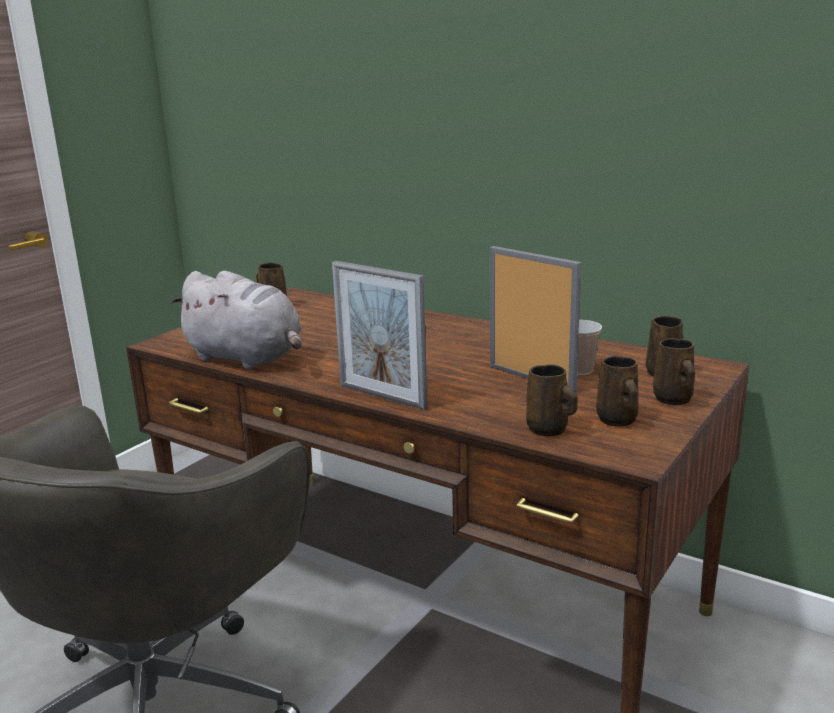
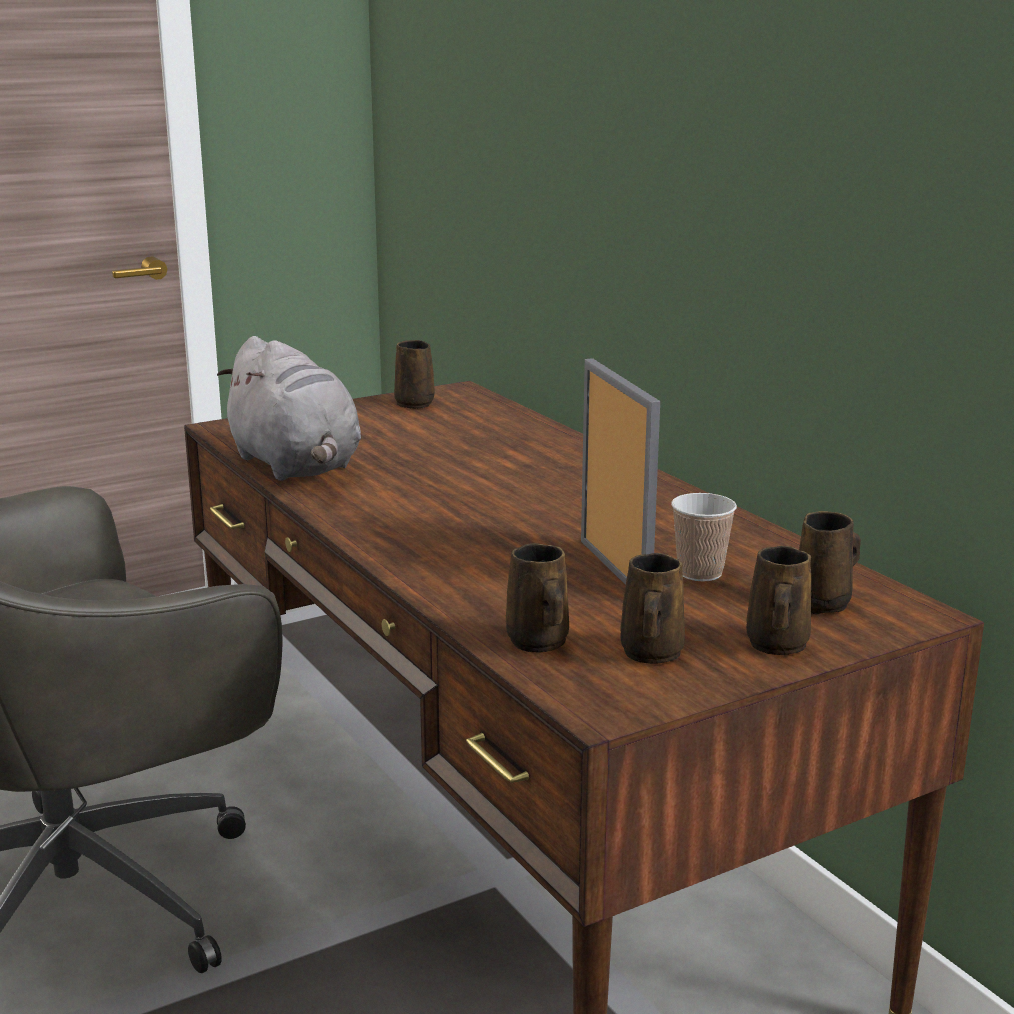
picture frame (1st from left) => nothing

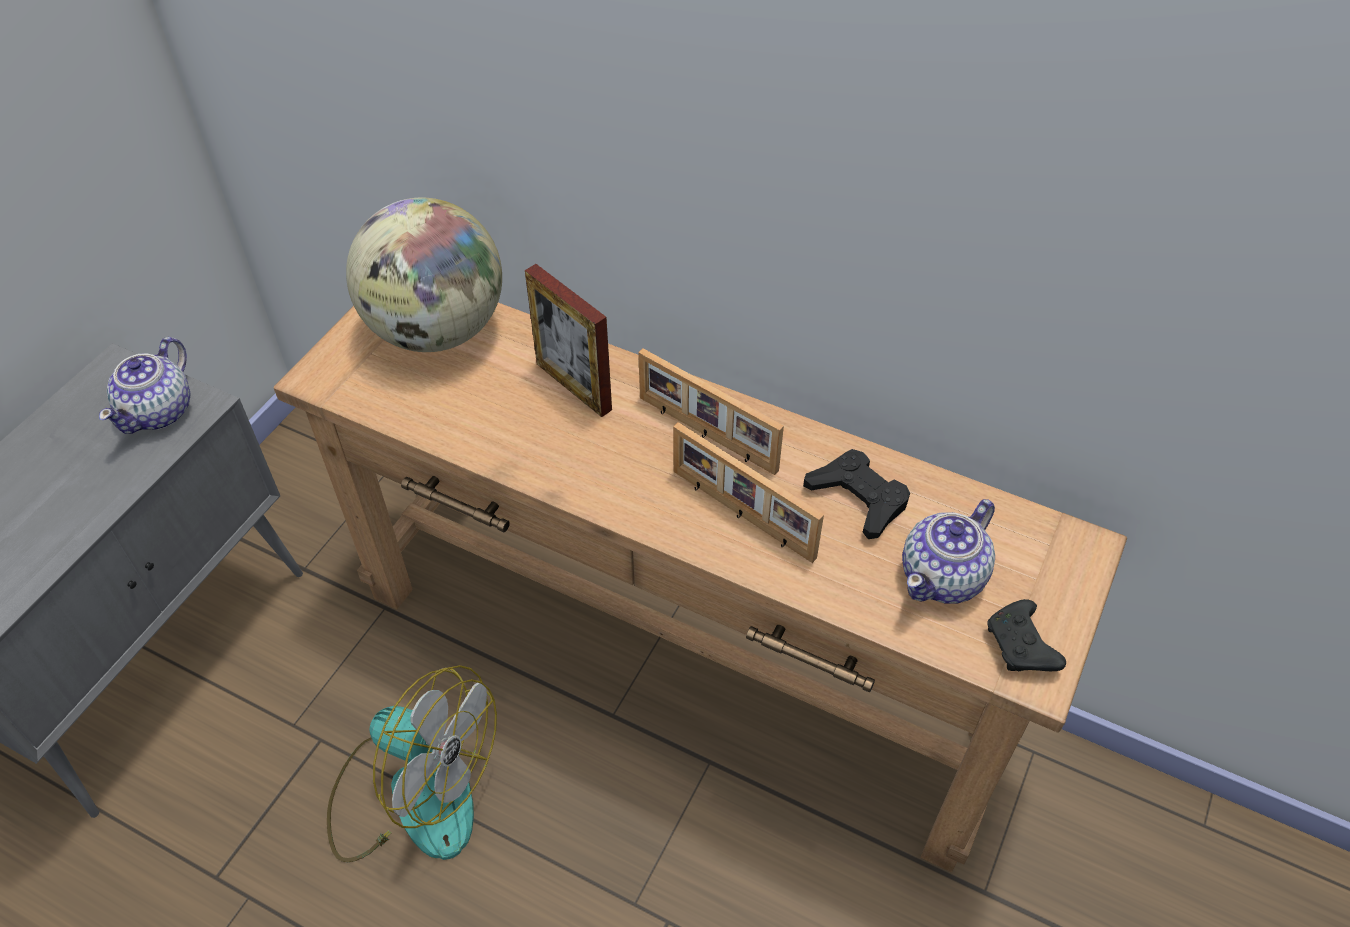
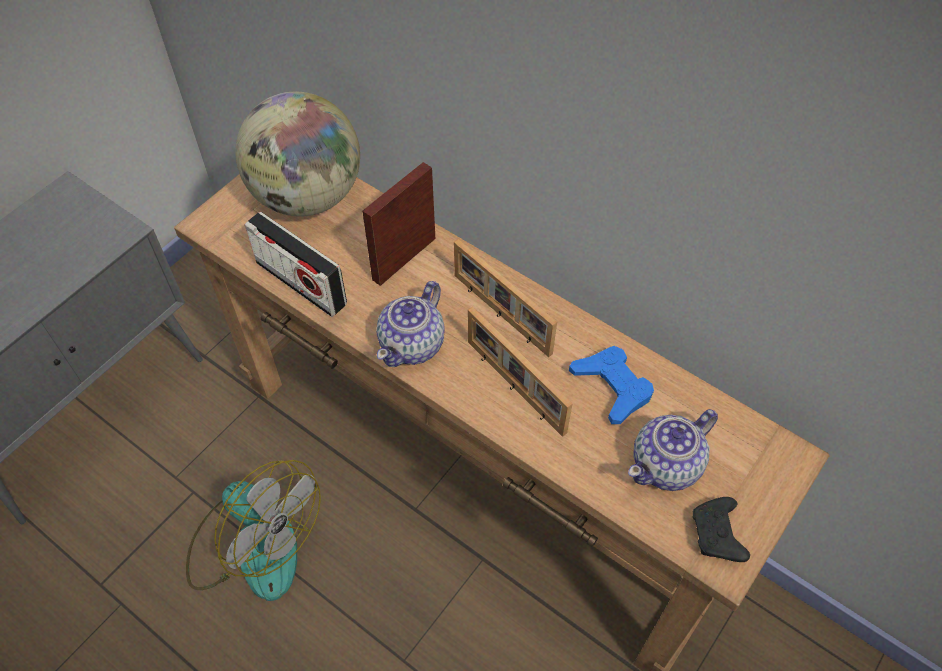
teapot (1st from left), moved
picture frame (1st from left), 75 degrees clockwise
game controller/black (1st from left) => game controller/blue
nothing => radio

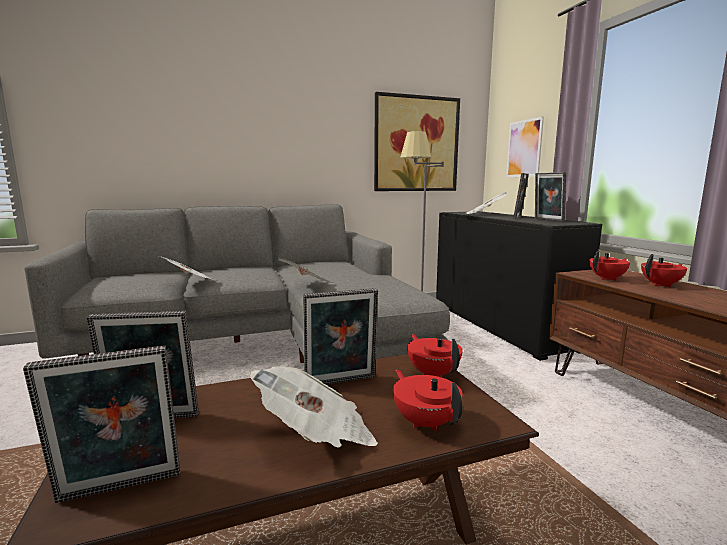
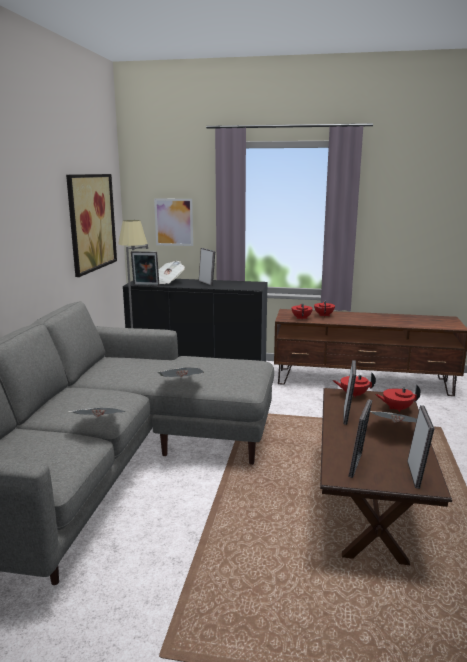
picture frame (5th from left in the first image) => picture frame (1st from left), moved

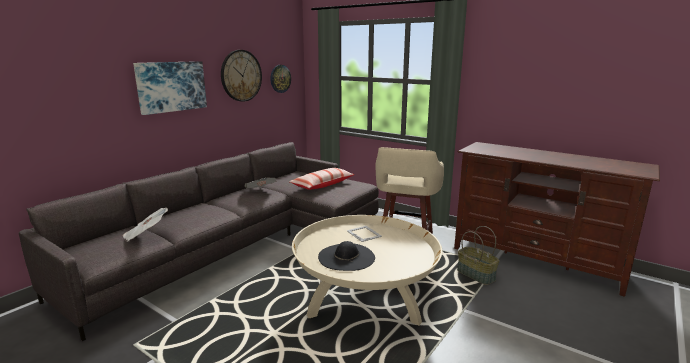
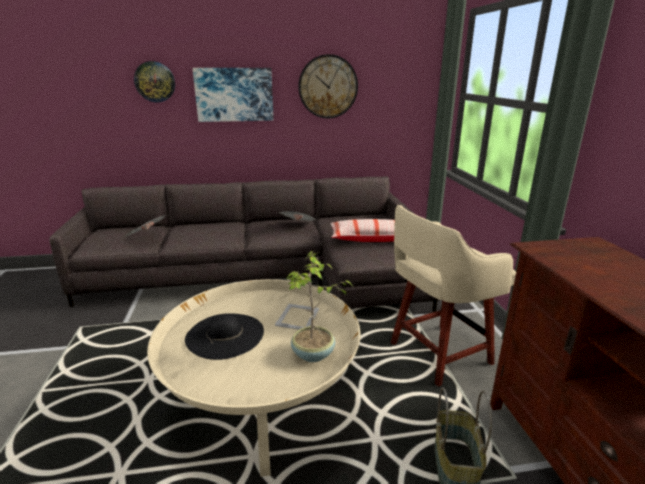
wall clock (2nd from left in the first image) => wall clock (1st from left), moved
nothing => potted plant

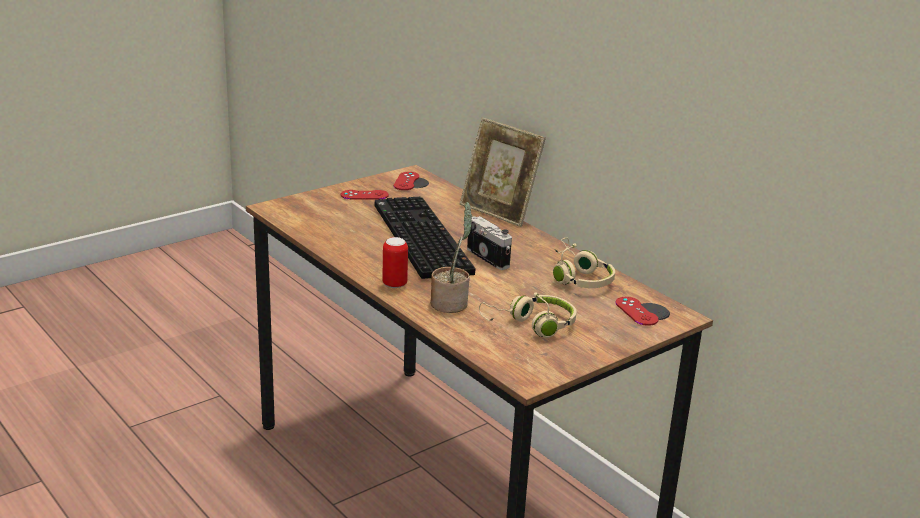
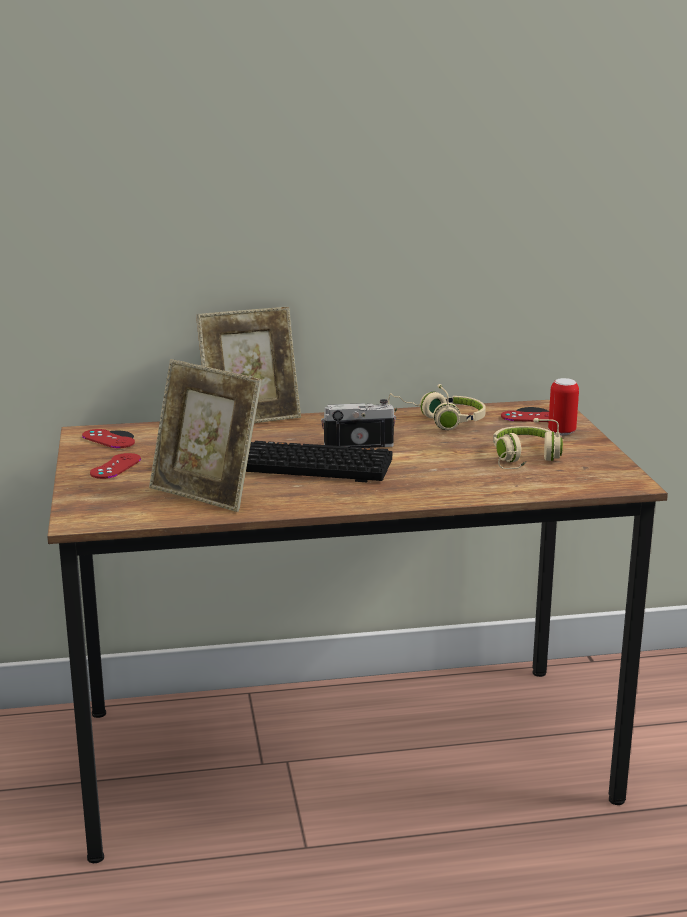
can, moved
potted plant => nothing
nothing => picture frame (1st from left)

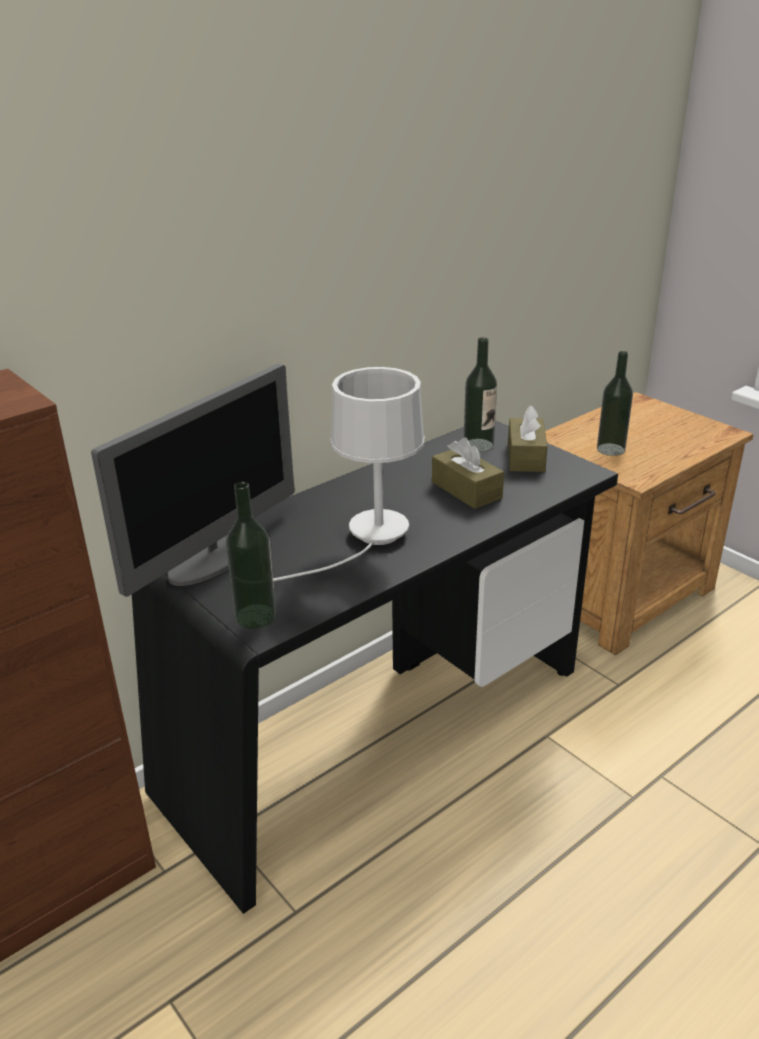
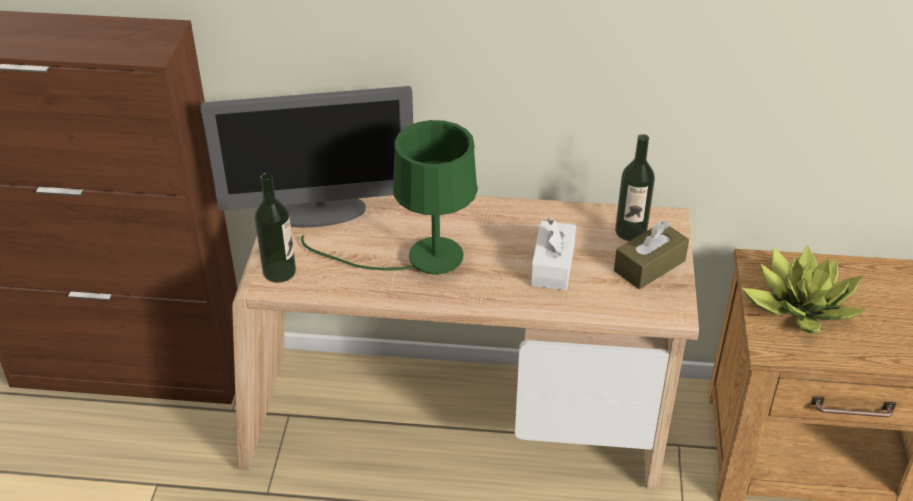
desk/black => desk/beige
table lamp/white => table lamp/green
tissue box/brown (1st from left) => tissue box/white
bottle (3rd from left) => potted plant

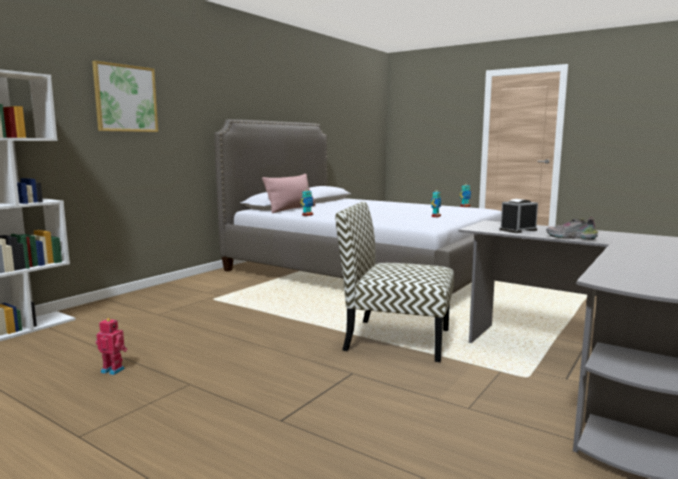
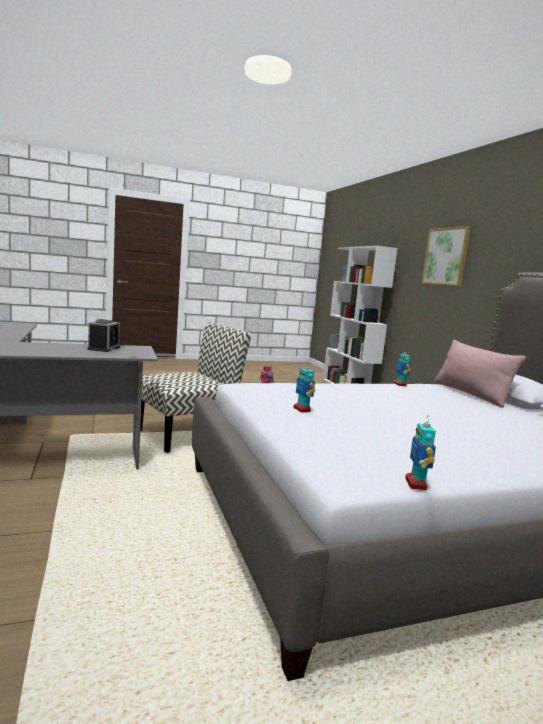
shoe => nothing

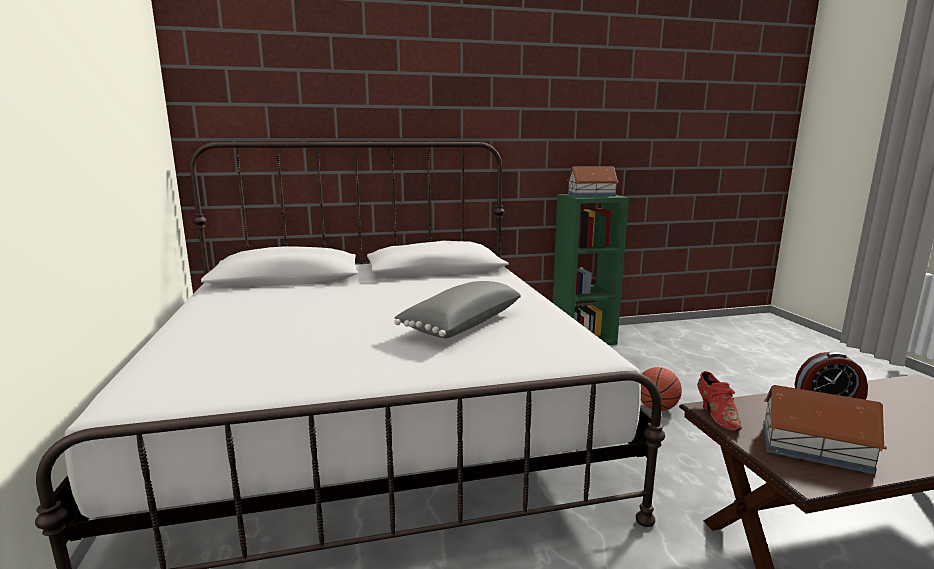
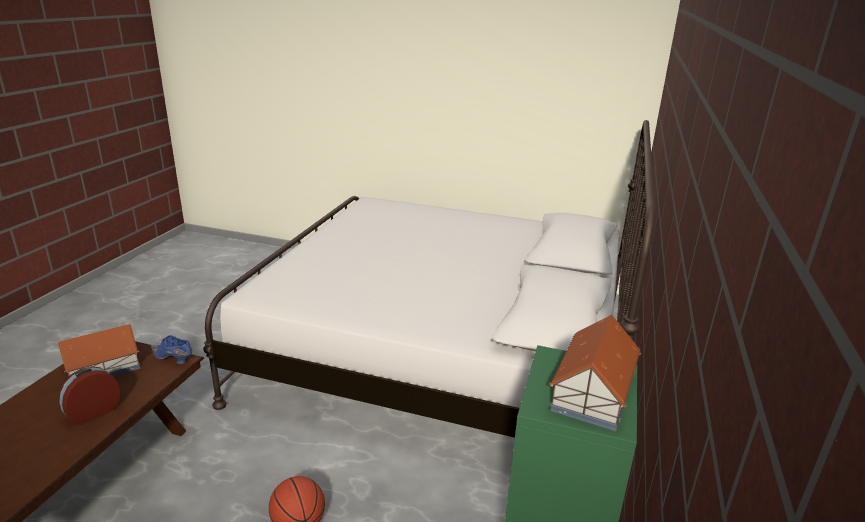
pillow/grey => nothing
shoe/red => shoe/blue

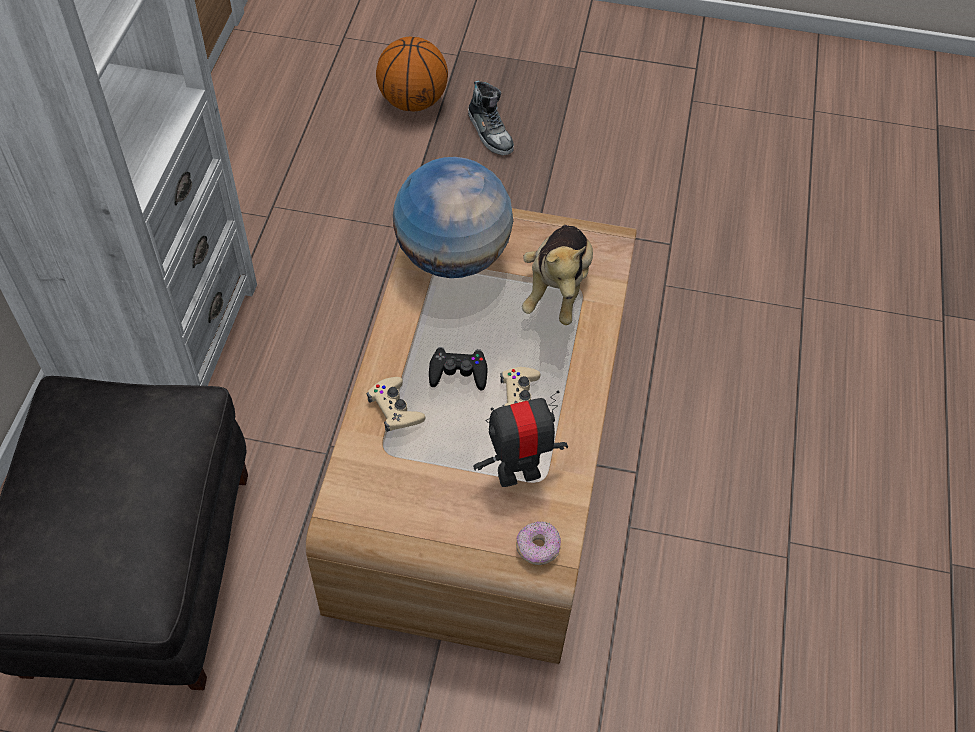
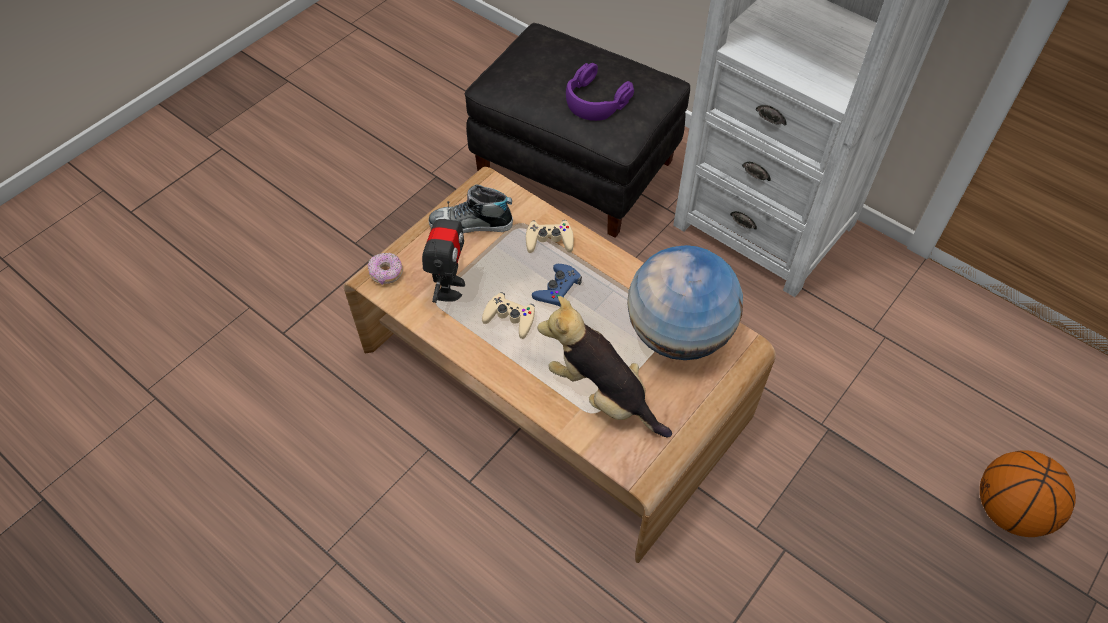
game controller/black => game controller/blue
shoe, moved
nothing => headphones/purple

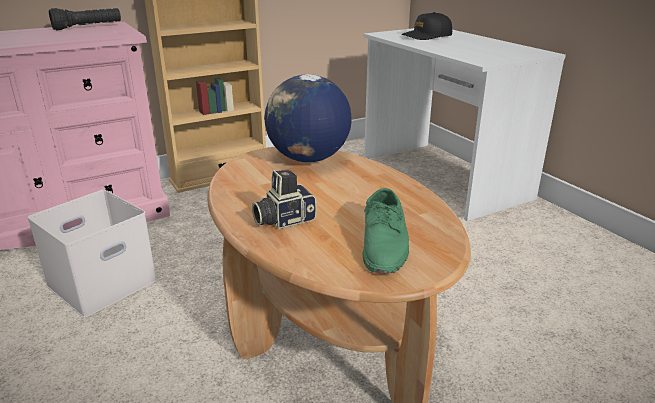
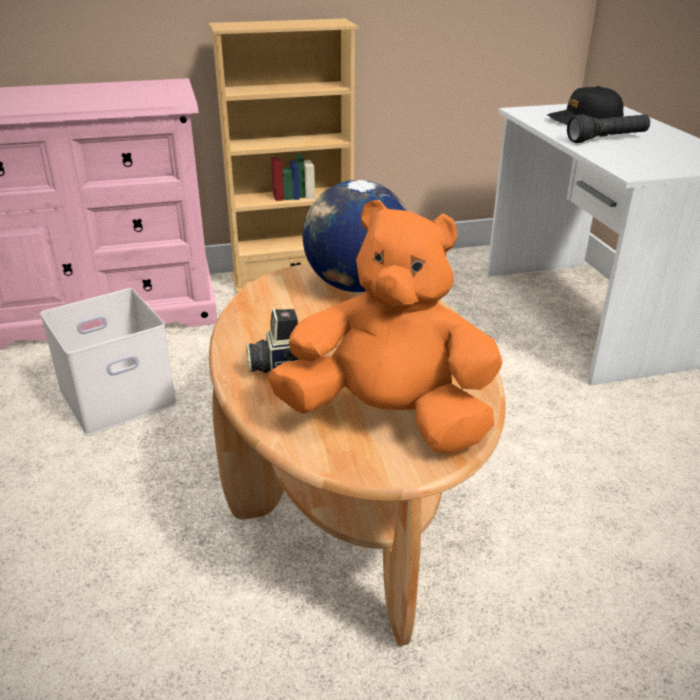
flashlight/black, moved
shoe/green => plush toy/orange

